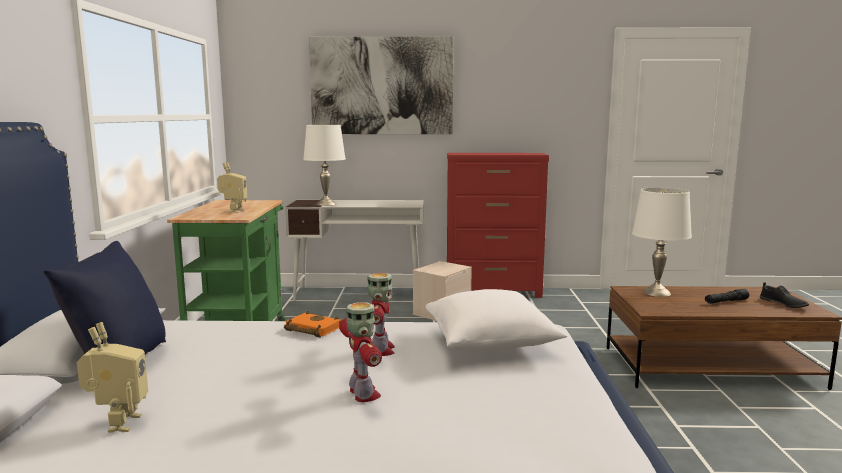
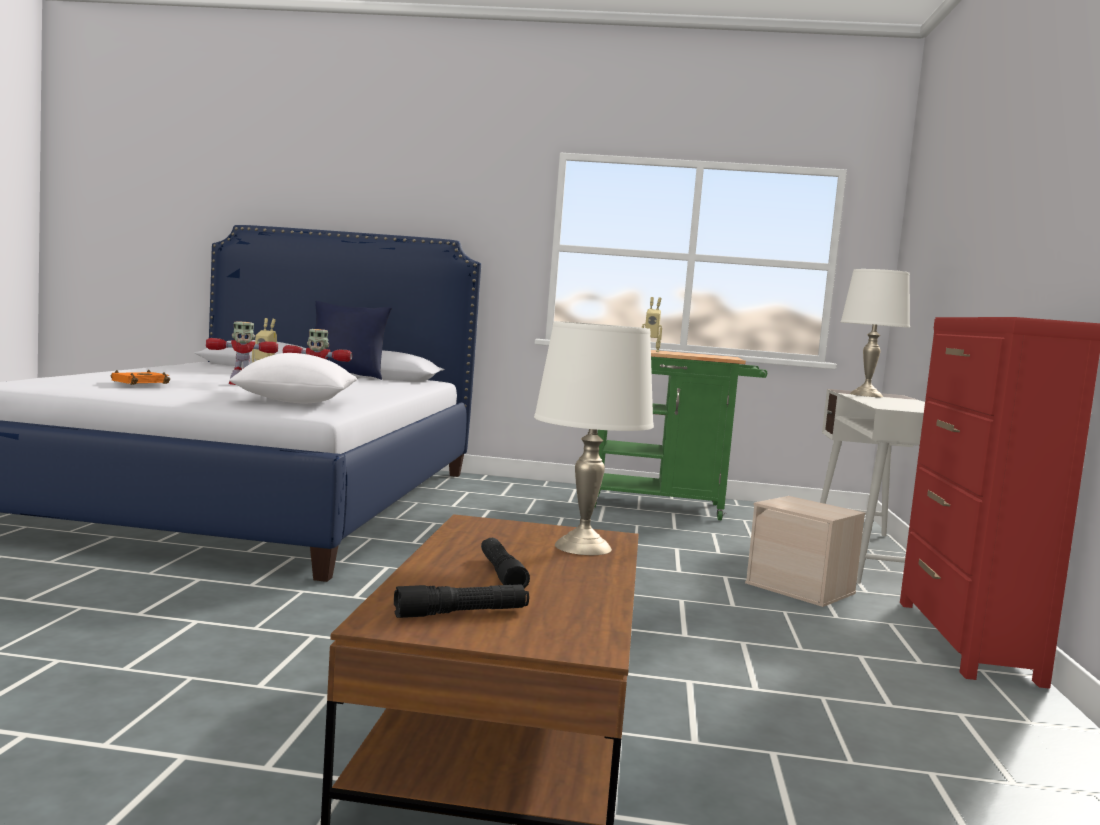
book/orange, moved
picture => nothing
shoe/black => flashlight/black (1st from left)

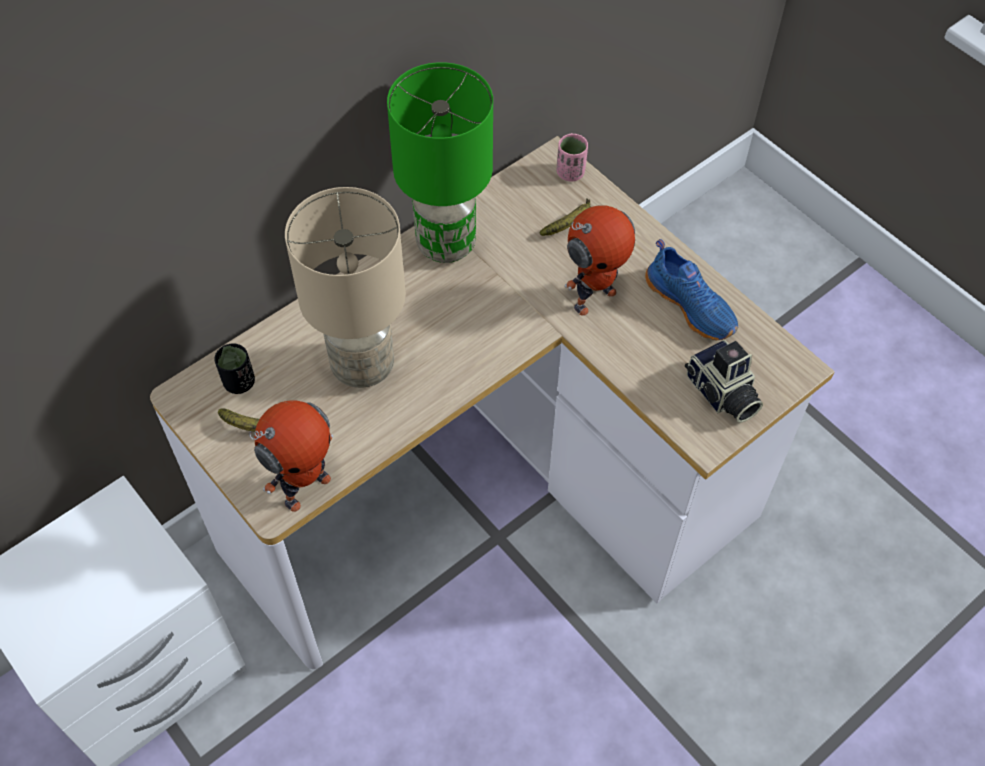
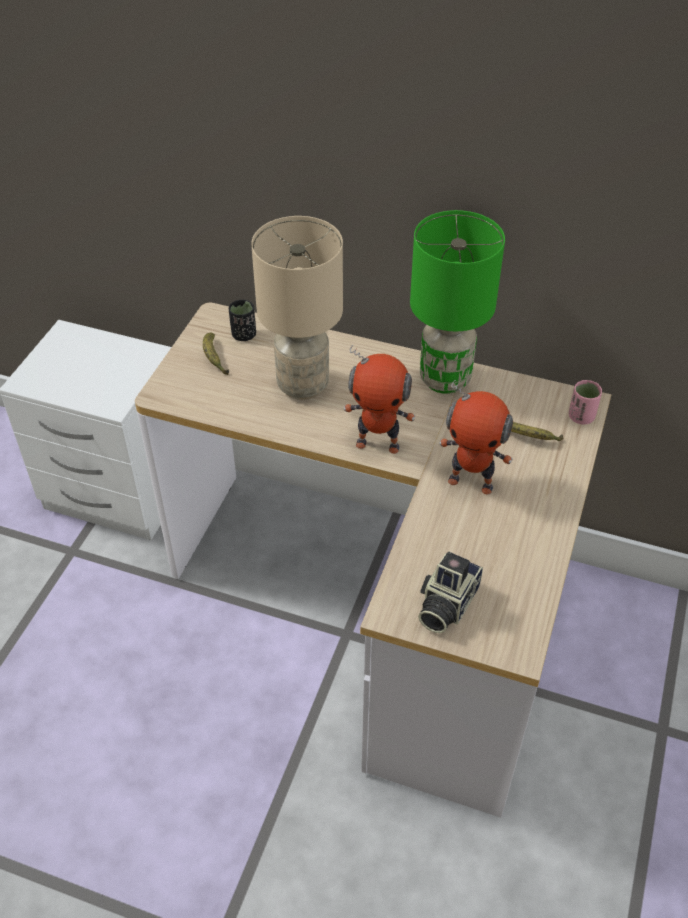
toy robot (1st from left), moved
shoe/blue => nothing

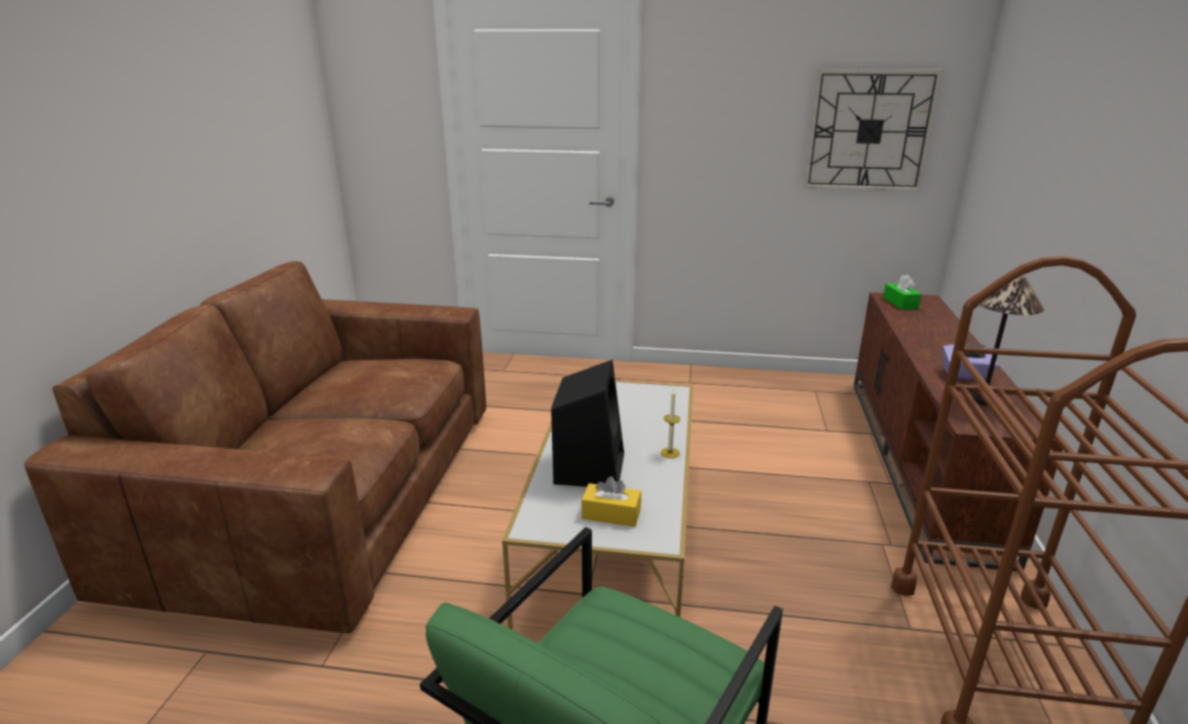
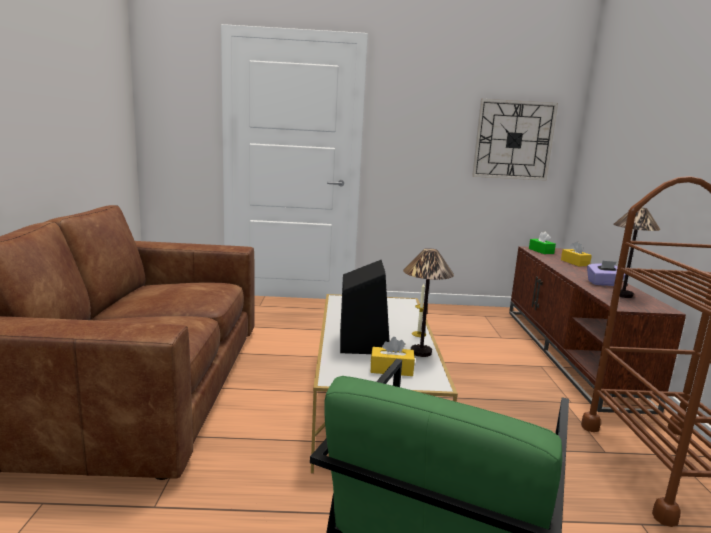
nothing => table lamp (1st from left)
nothing => tissue box/yellow (2nd from left)

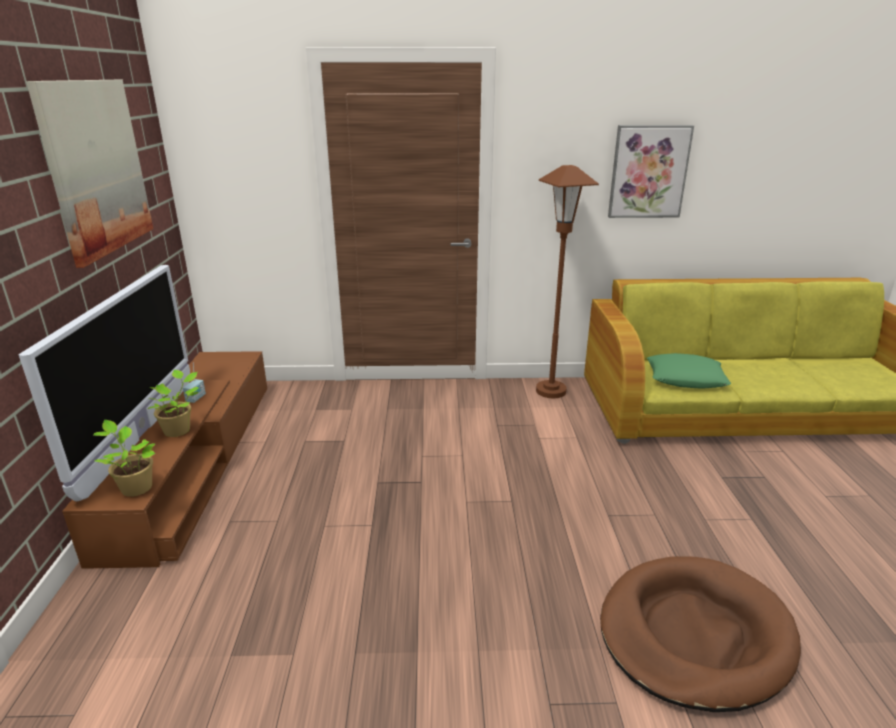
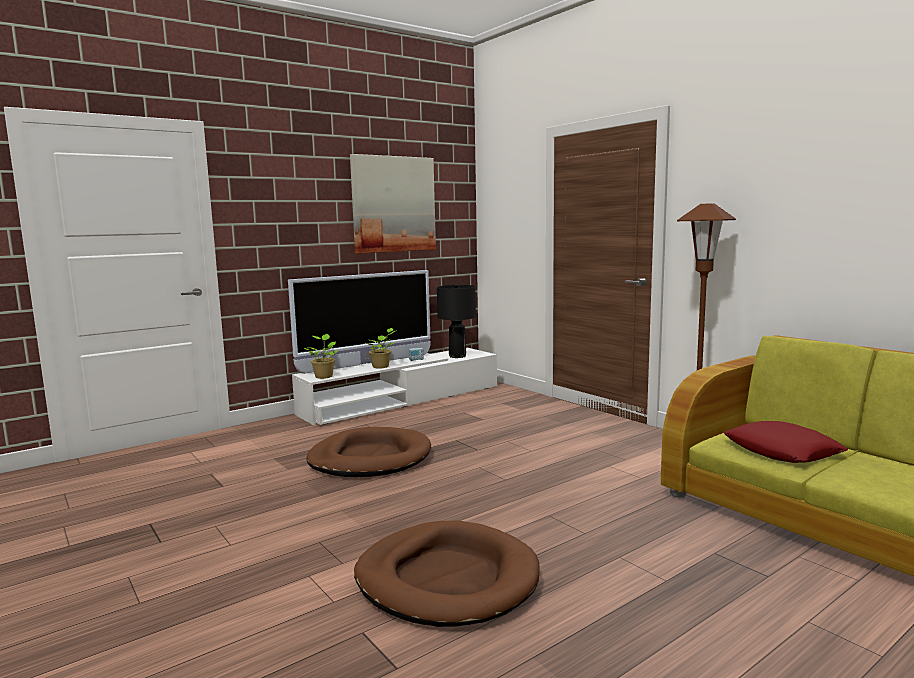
tv stand/brown => tv stand/white
picture (2nd from left) => nothing
pillow/green => pillow/red
nothing => dog bed/brown (1st from left)
nothing => table lamp/black

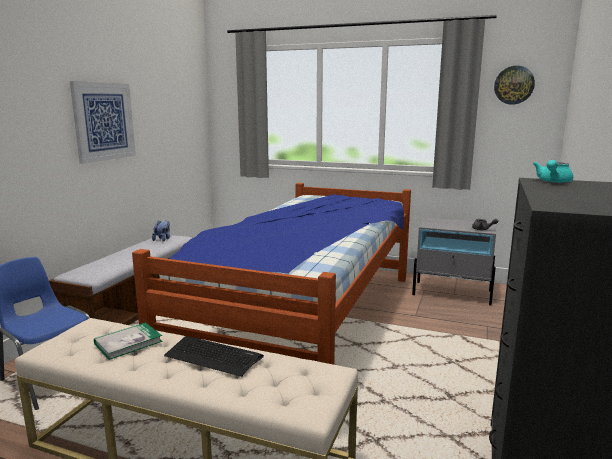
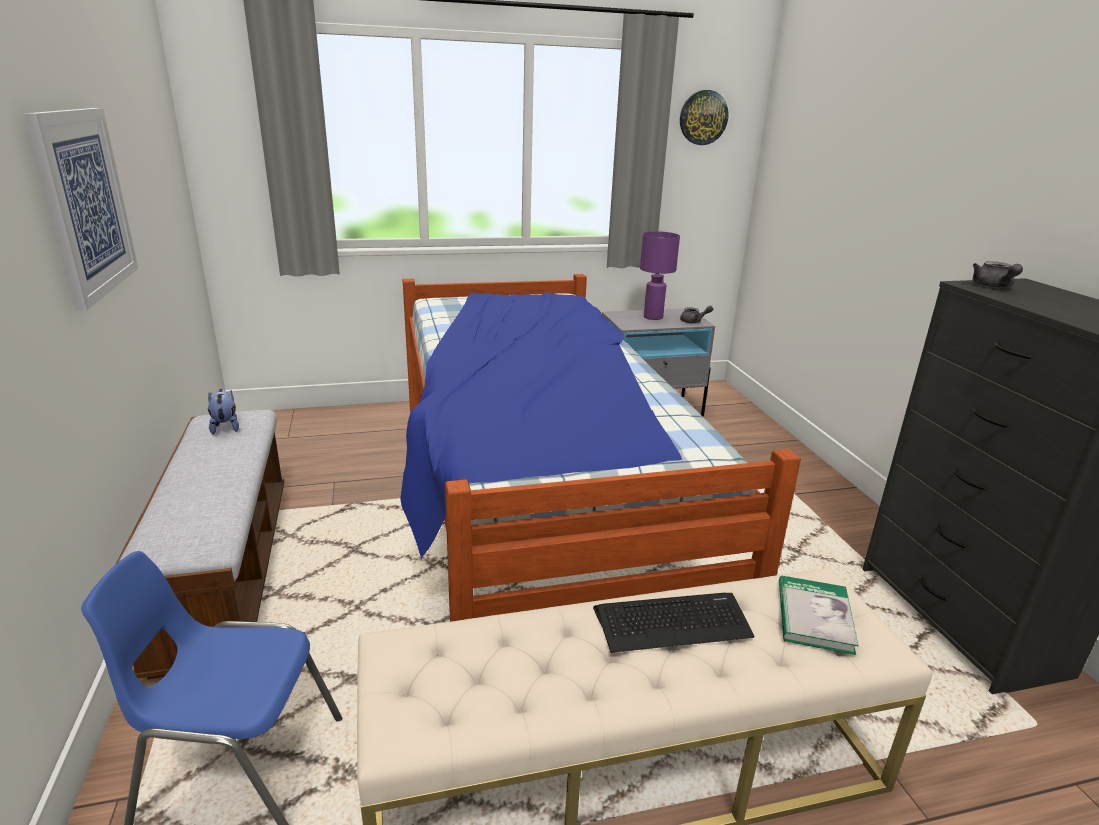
book, moved
teapot/turquoise => teapot/grey (2nd from left)
nothing => table lamp/purple

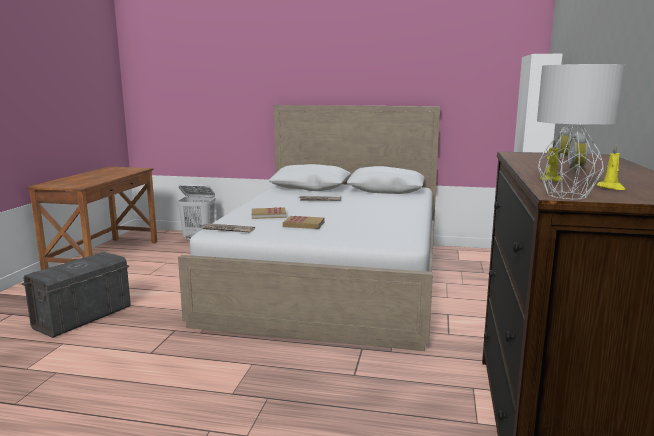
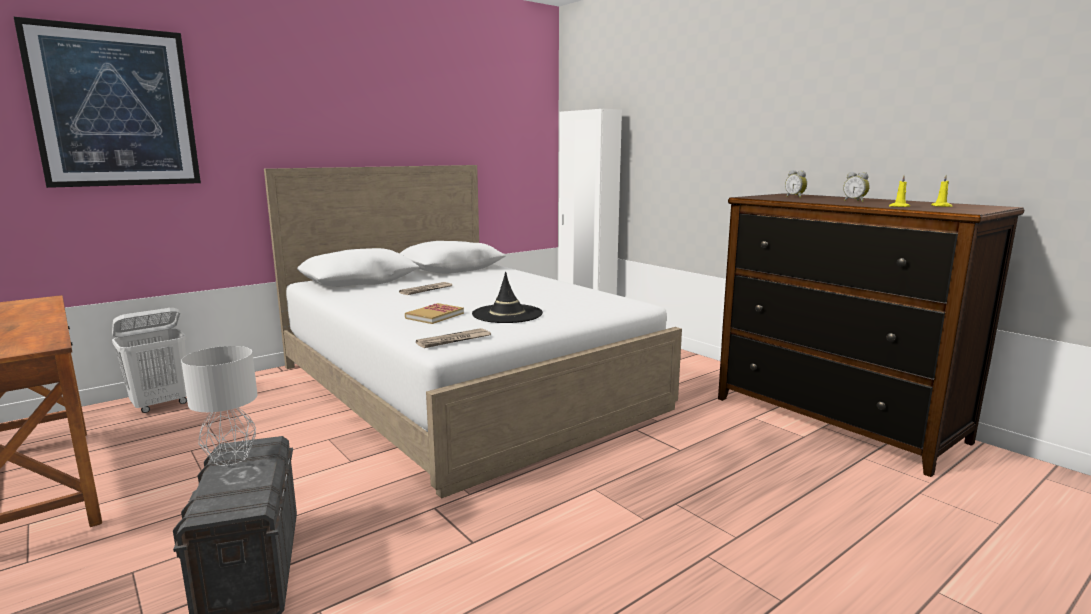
book (2nd from left) => hat/black
table lamp/grey, moved
nothing => picture

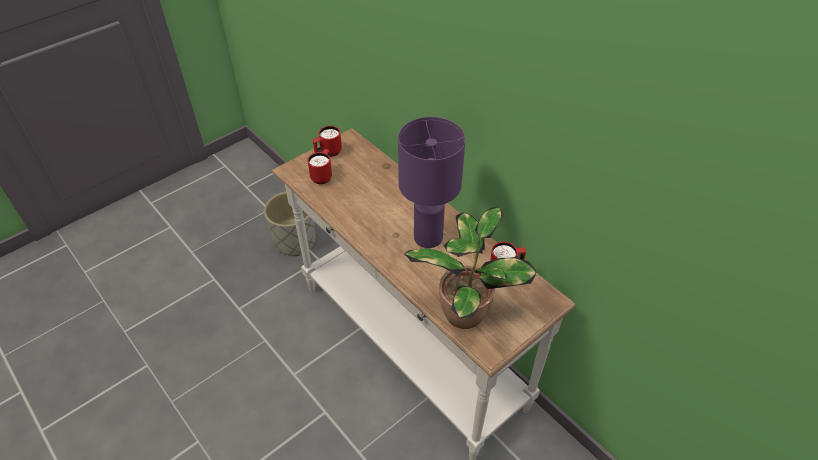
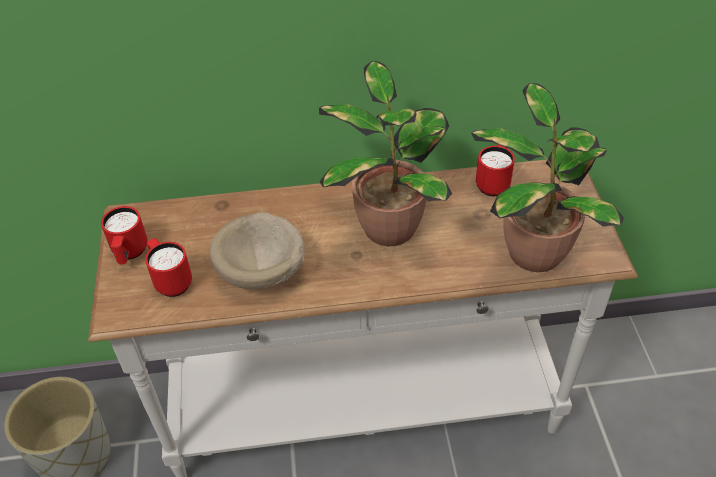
table lamp/purple => potted plant (1st from left)
nothing => bowl/beige

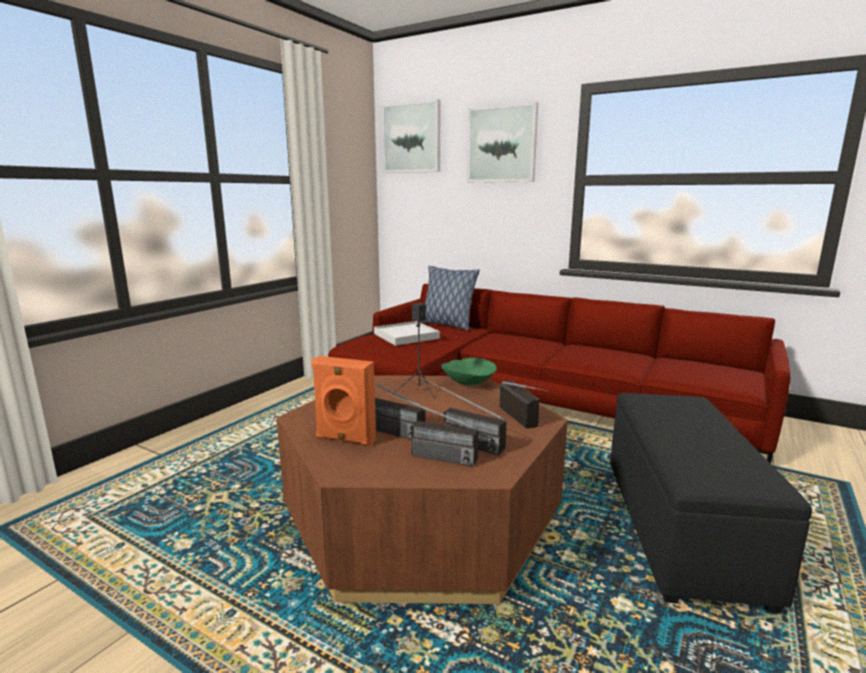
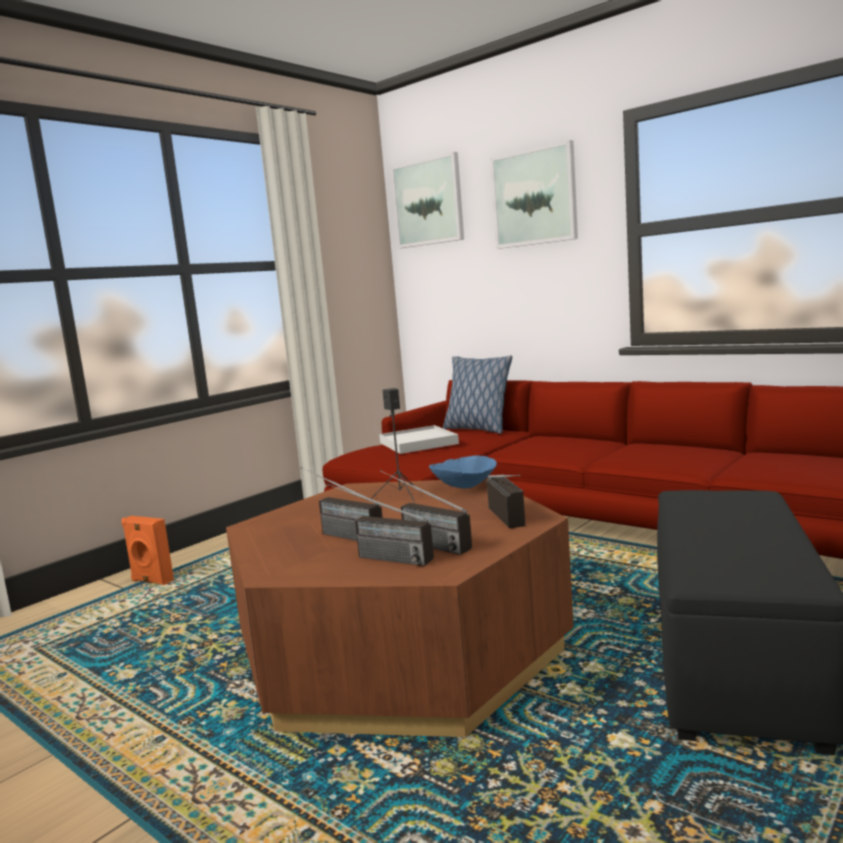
speaker/orange, moved
bowl/green => bowl/blue

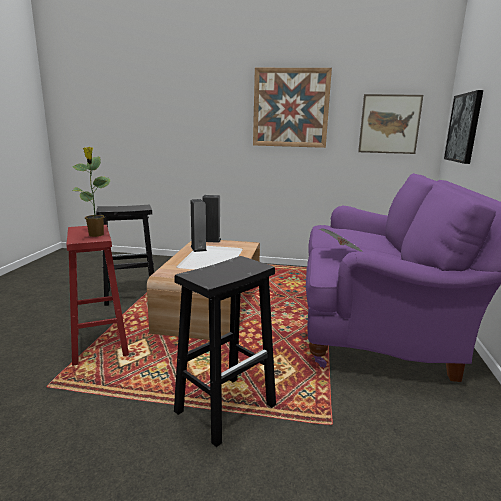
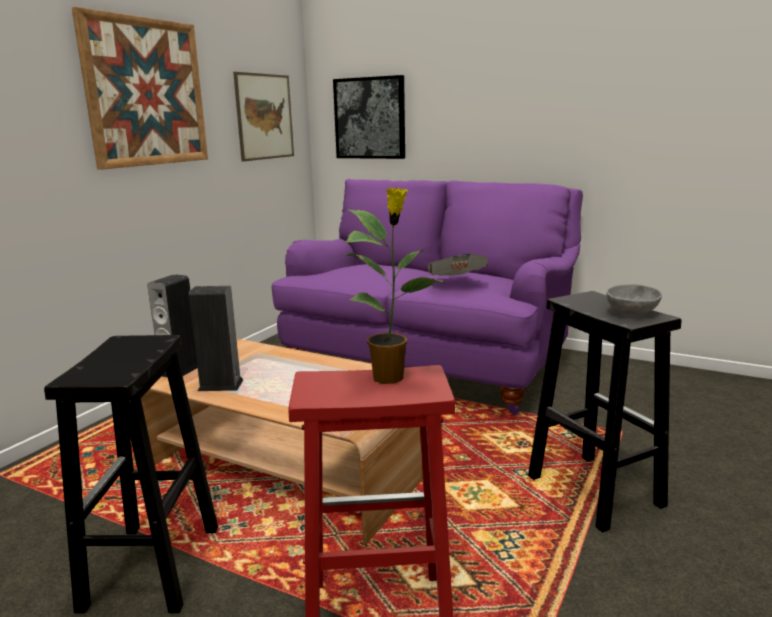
nothing => bowl/grey

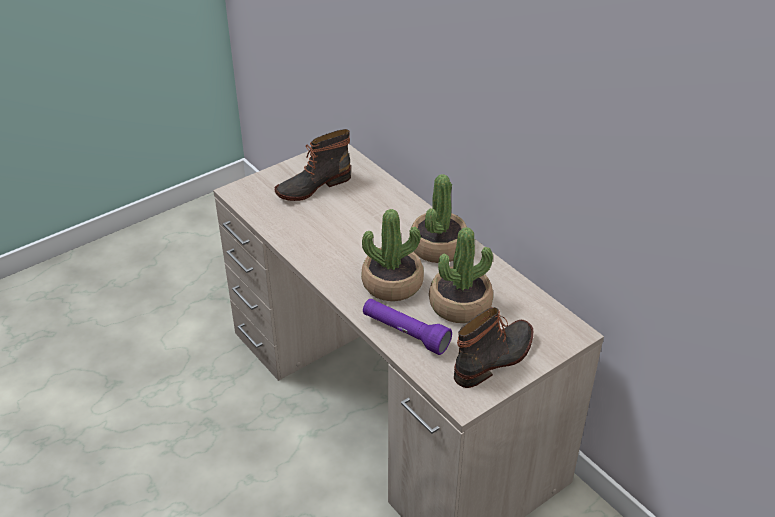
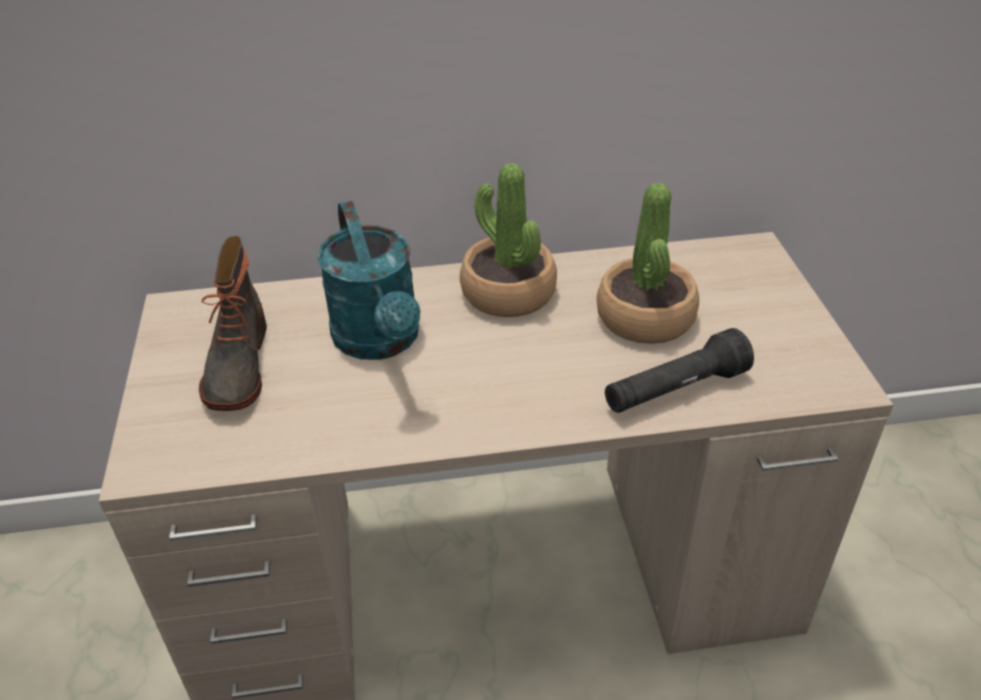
potted plant (1st from left) => nothing
flashlight/purple => flashlight/black
boot (2nd from left) => nothing
nothing => watering can/turquoise

